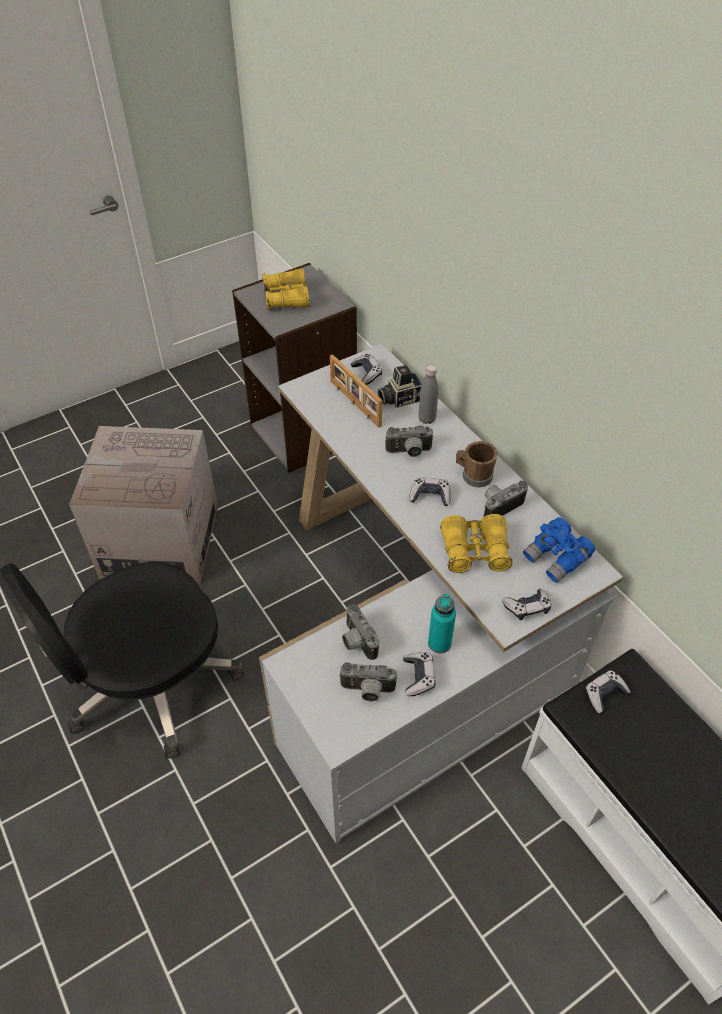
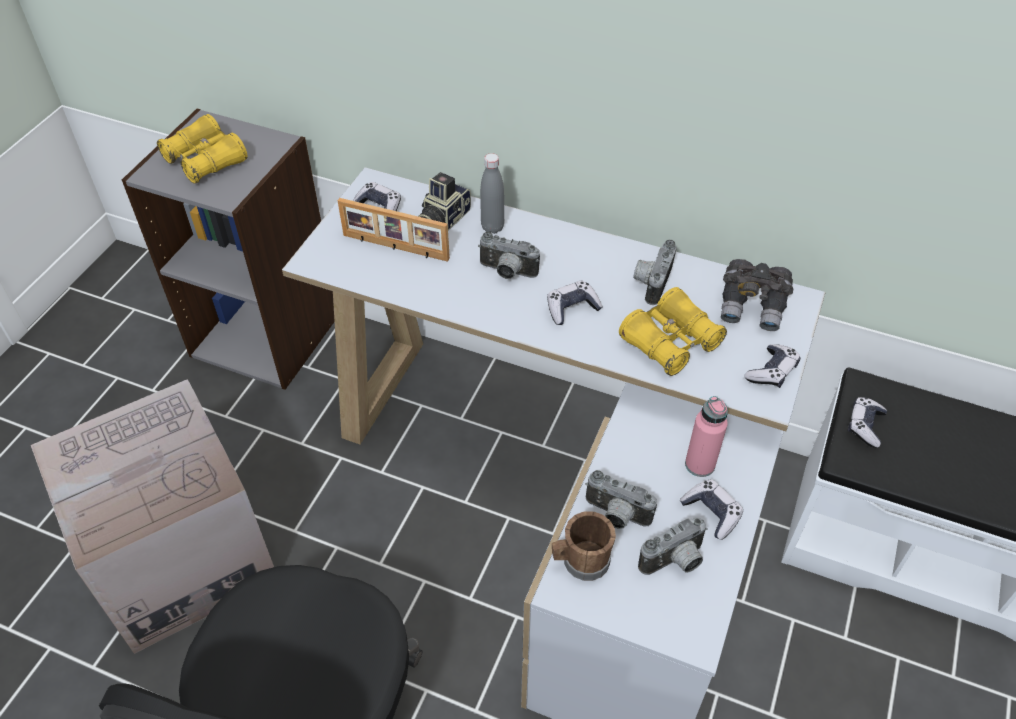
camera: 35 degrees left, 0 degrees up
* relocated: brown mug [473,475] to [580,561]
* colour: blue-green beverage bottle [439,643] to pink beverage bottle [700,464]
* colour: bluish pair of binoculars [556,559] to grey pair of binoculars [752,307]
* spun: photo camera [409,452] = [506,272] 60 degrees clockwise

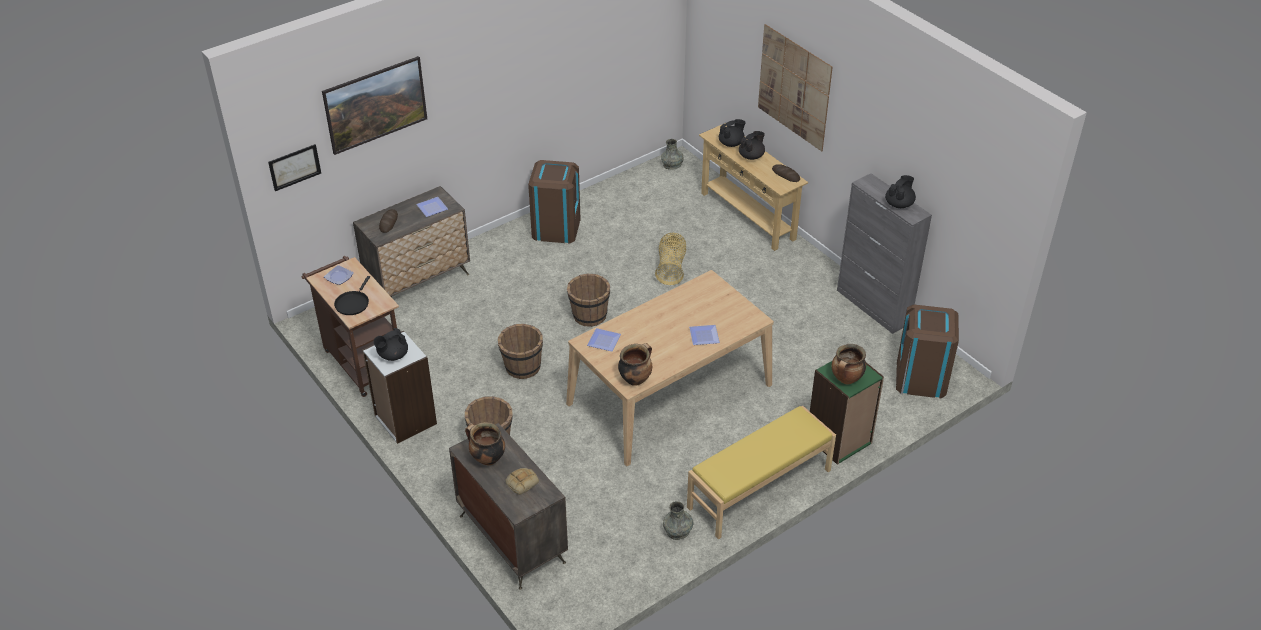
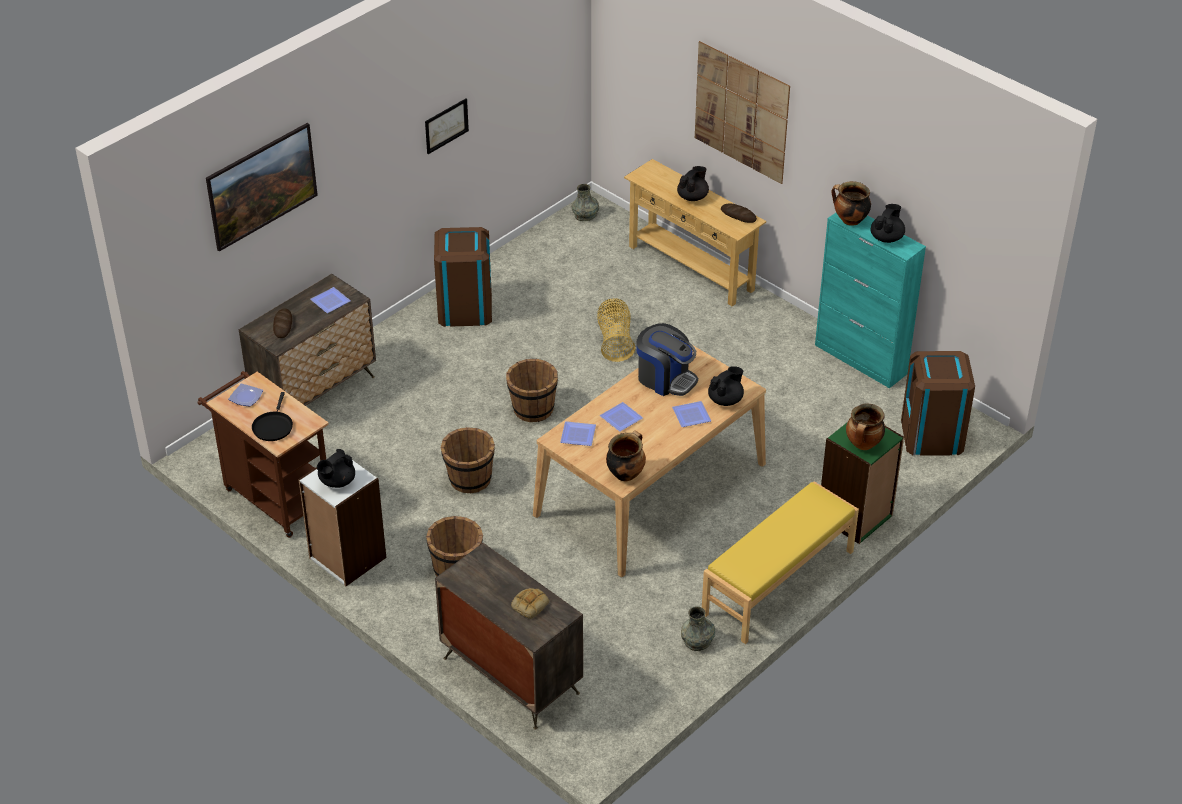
camera: 10 degrees left, 0 degrees up
* appeared: flat dish [619,418]
* appeared: coffee brewer [665,378]
* relocated: wall picture [294,167] to [446,125]
* relocated: cooking pot [487,458] to [849,220]
* relocated: black-coloured pot for tea [731,143] to [726,399]
* colour: grey storage cabinet [873,307] to blue-green storage cabinet [861,359]

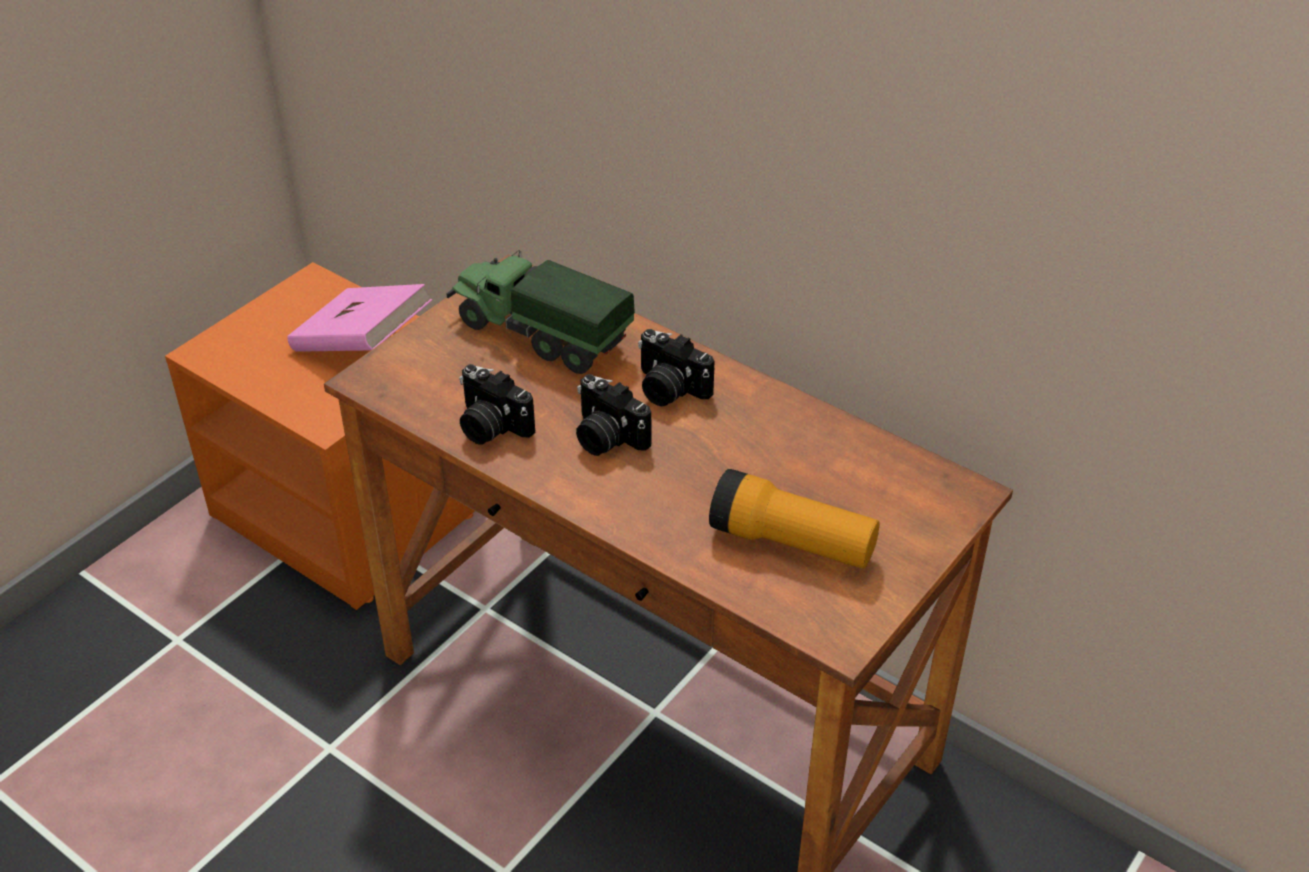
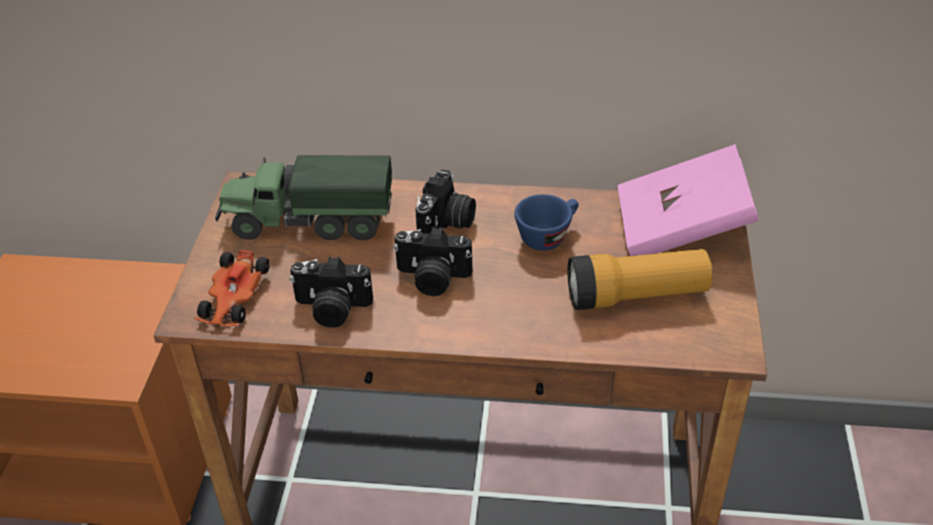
camera: 30 degrees left, 0 degrees up
* appeared: toy car [233,298]
* appeared: bluish drinking cup [548,235]
* relocated: pink book [362,344] to [681,229]
* spun: photo camera [668,389] = [447,223] 75 degrees counterclockwise

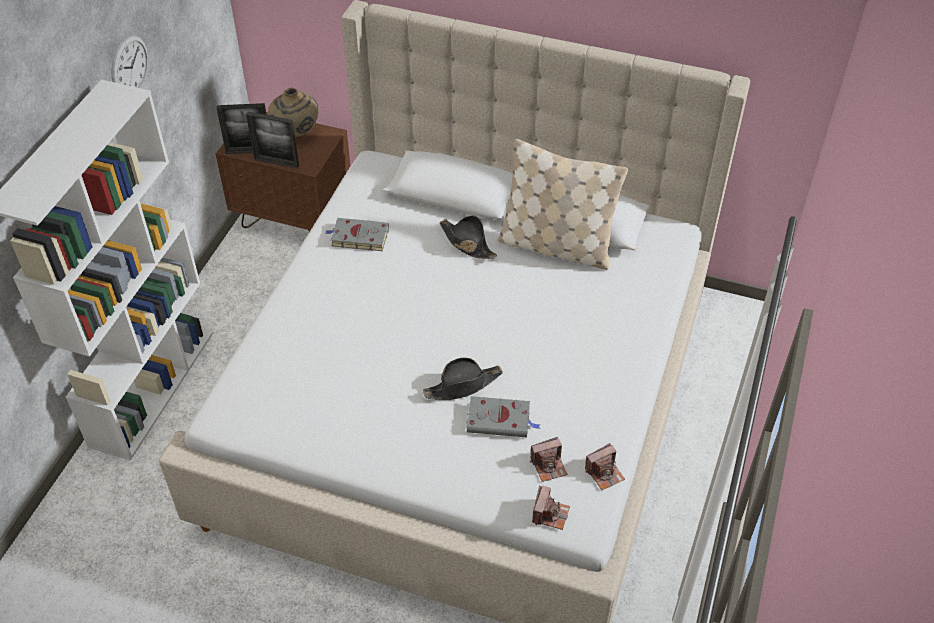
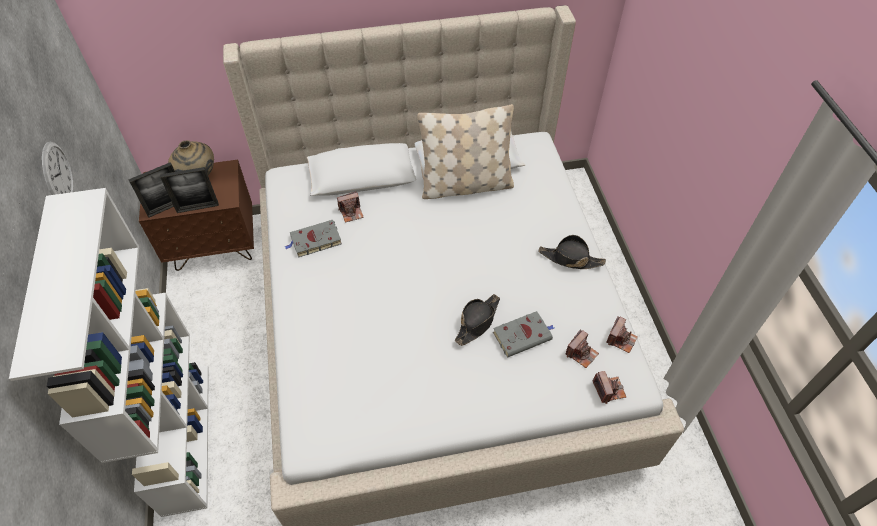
camera: 30 degrees left, 5 degrees up
* appeared: photo camera [351,212]
* relocated: black-coloured hat [467,243] to [570,259]

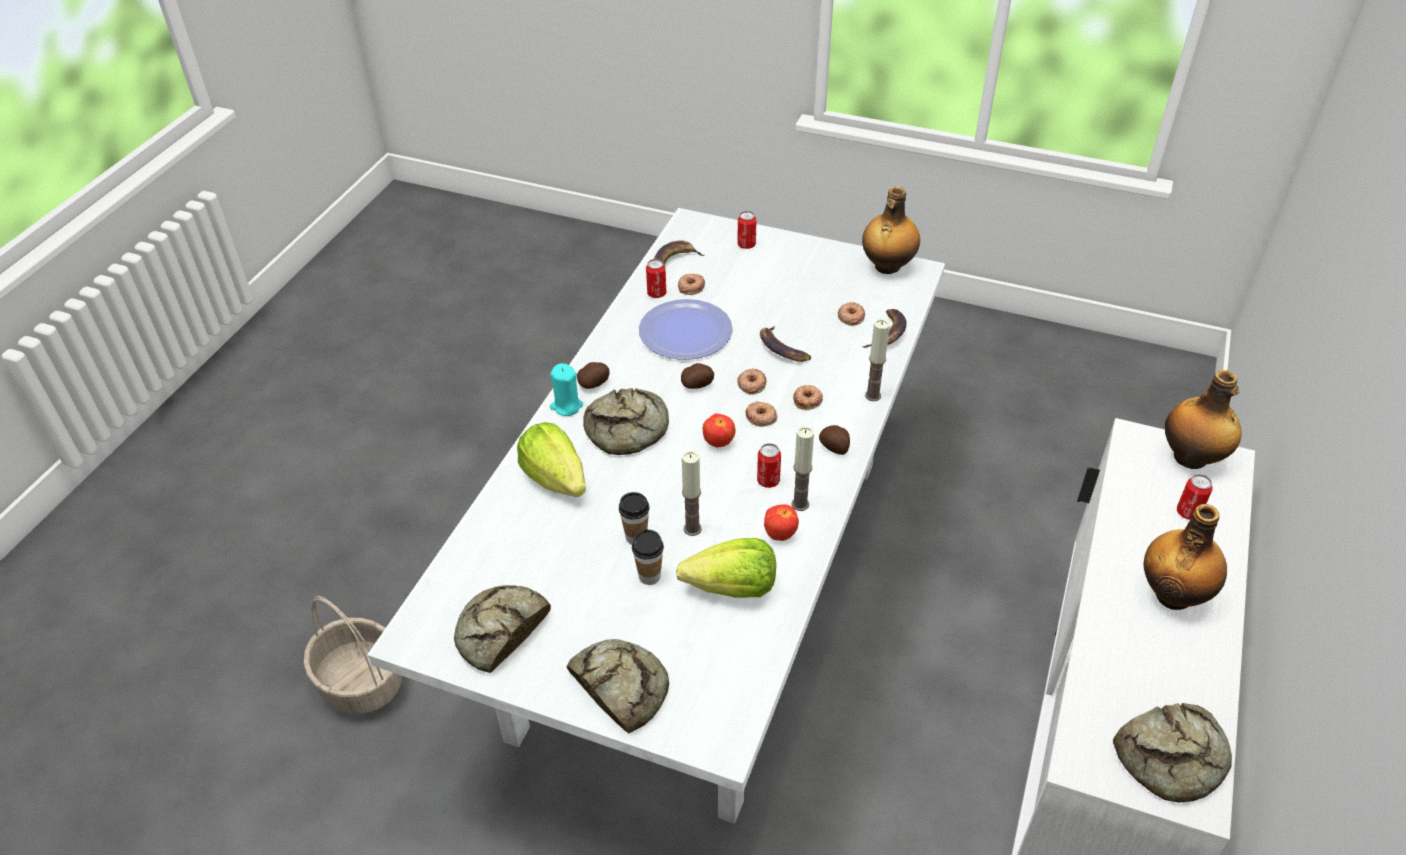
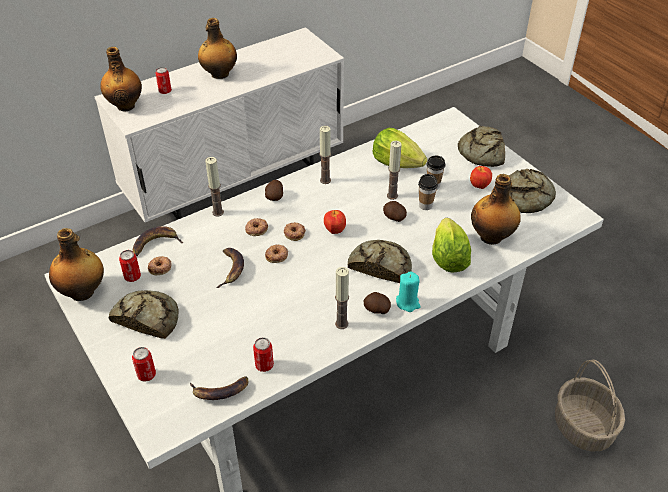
camera: 145 degrees left, 0 degrees up
* missing: flat dish [685,332]
* missing: doughnut [691,286]
* appeared: candle [341,324]
* appeared: beverage bottle [492,237]
* relocated: whole potato [697,385] to [393,218]
* relocated: sealed can [768,481] to [132,277]
* relocated: apple [780,534] to [479,186]
* relocated: baked bread [1174,758] to [147,318]

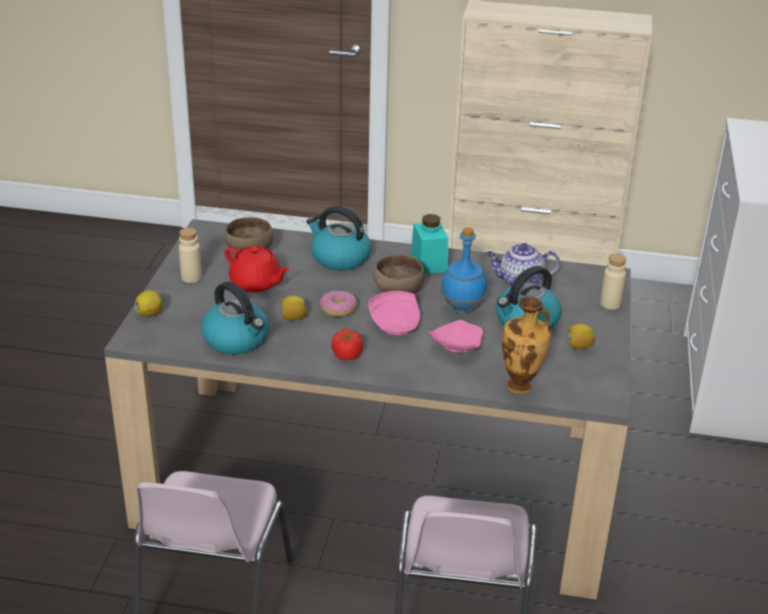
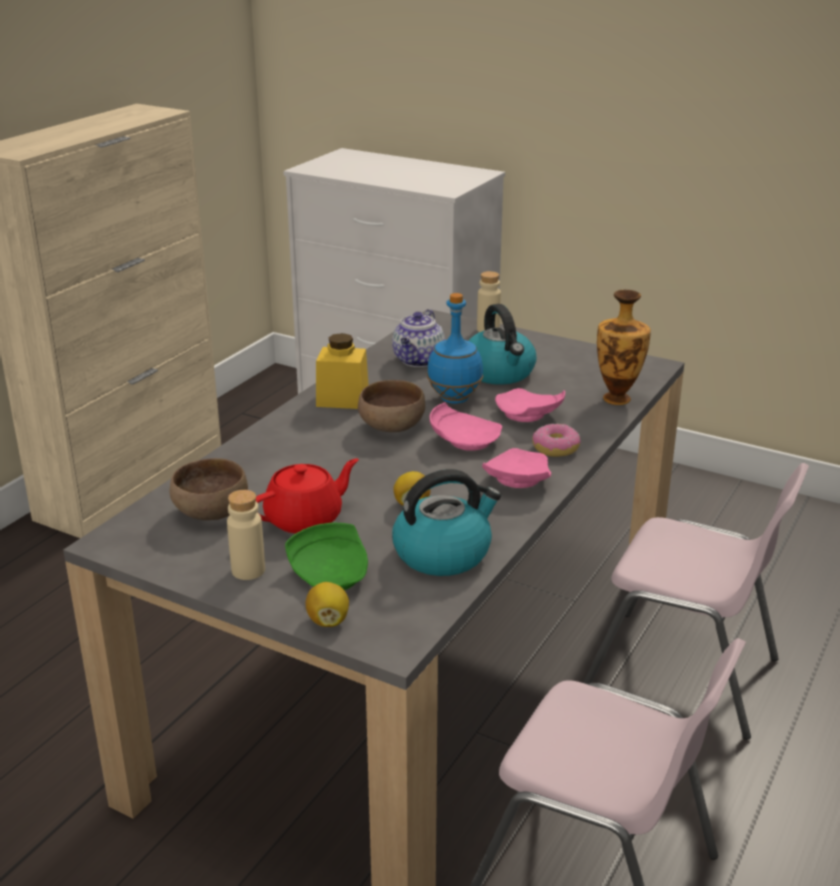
camera: 70 degrees left, 5 degrees down
* missing: kettle [339,258]
* missing: whole lemon [578,346]
* appeared: green-coloured flat dish [331,574]
* relocated: doughnut [338,309] to [555,448]
* exchanged: fresh tomato [347,355] to pink flat dish [516,481]
* colour: blue-green storage jar [429,263] to yellowish storage jar [342,399]

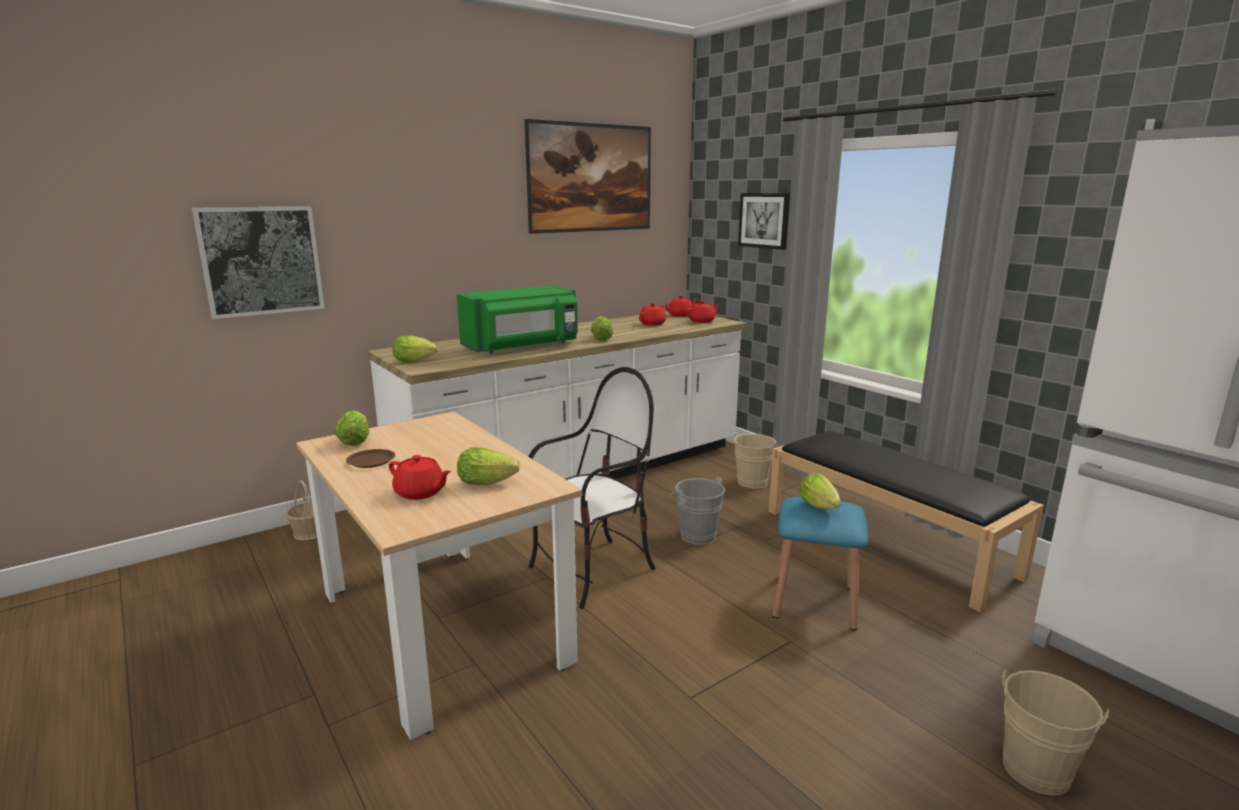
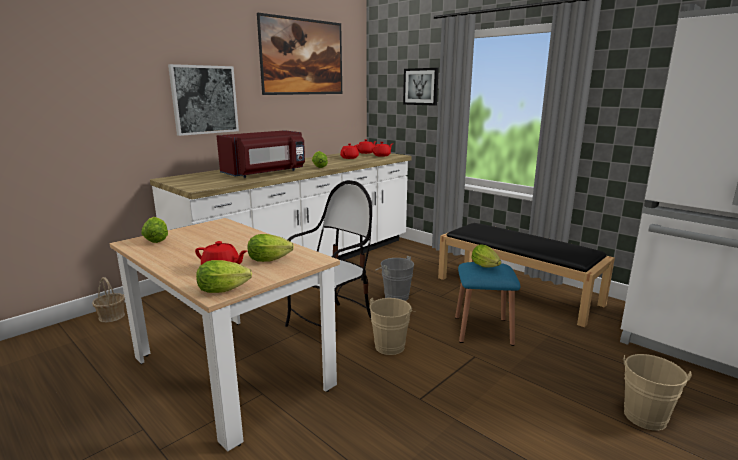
camera: 10 degrees left, 0 degrees up
* missing: brown flat dish [371,461]
* relocated: wall picture [261,260] to [204,100]
* relocated: head of lettuce [416,361] to [226,290]
* relocated: beige-coloured water bucket [754,481] to [391,345]
* colour: green-coloured kitchen microwave [522,347] to red kitchen microwave [266,173]

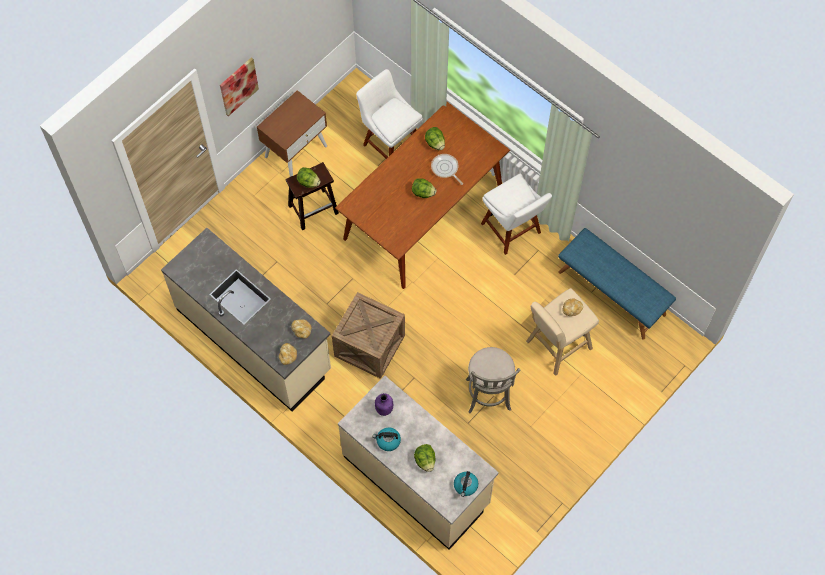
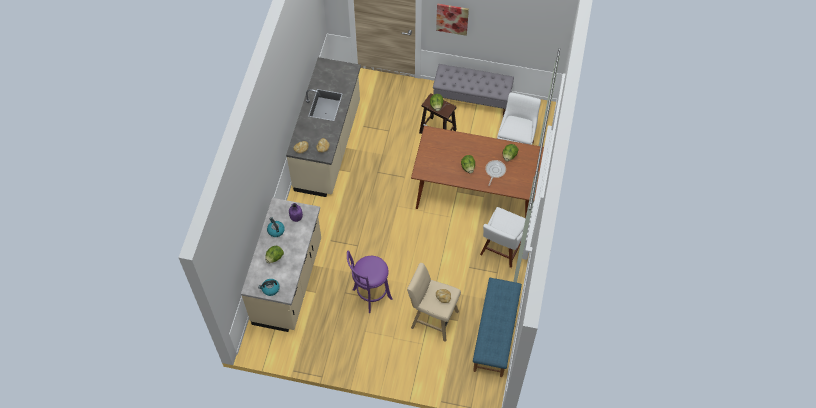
camera: 60 degrees right, 5 degrees down
* missing: crate [369,345]
* exchanged: brown bedside table [296,151] to grey bench [472,101]
* colour: grey sitting stool [488,397] to purplish sitting stool [370,295]

